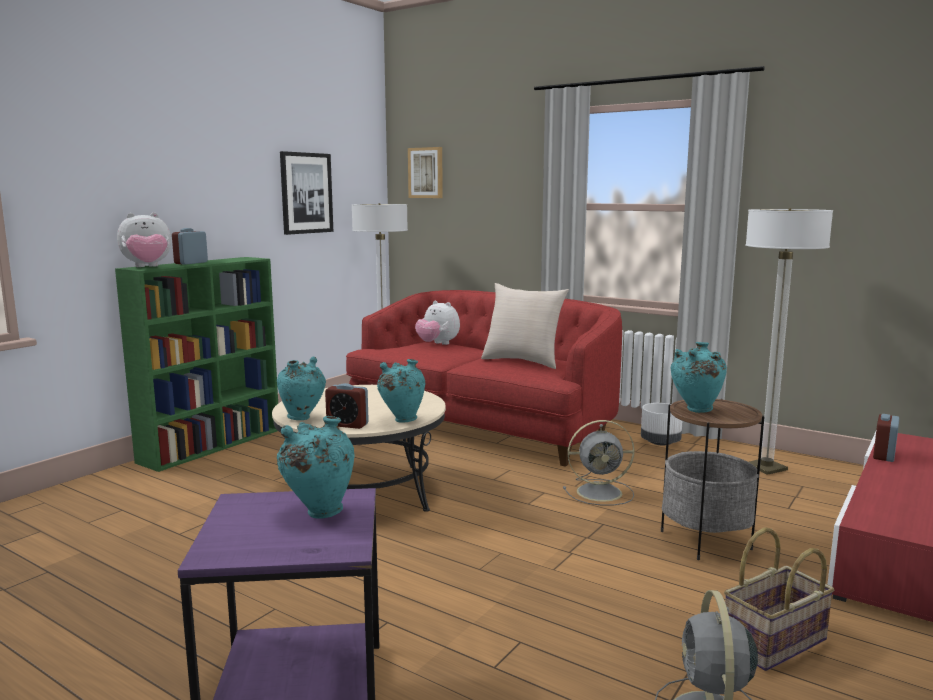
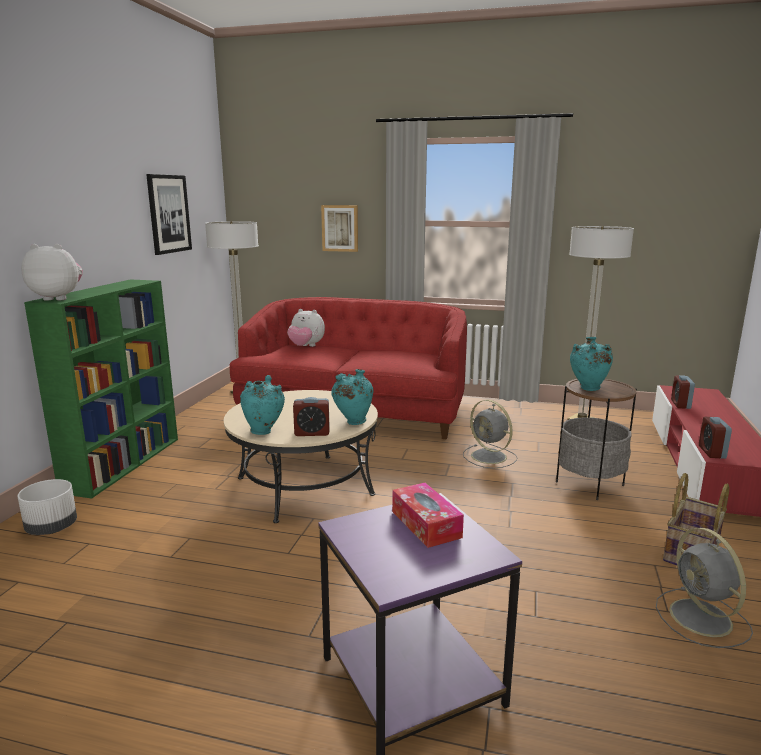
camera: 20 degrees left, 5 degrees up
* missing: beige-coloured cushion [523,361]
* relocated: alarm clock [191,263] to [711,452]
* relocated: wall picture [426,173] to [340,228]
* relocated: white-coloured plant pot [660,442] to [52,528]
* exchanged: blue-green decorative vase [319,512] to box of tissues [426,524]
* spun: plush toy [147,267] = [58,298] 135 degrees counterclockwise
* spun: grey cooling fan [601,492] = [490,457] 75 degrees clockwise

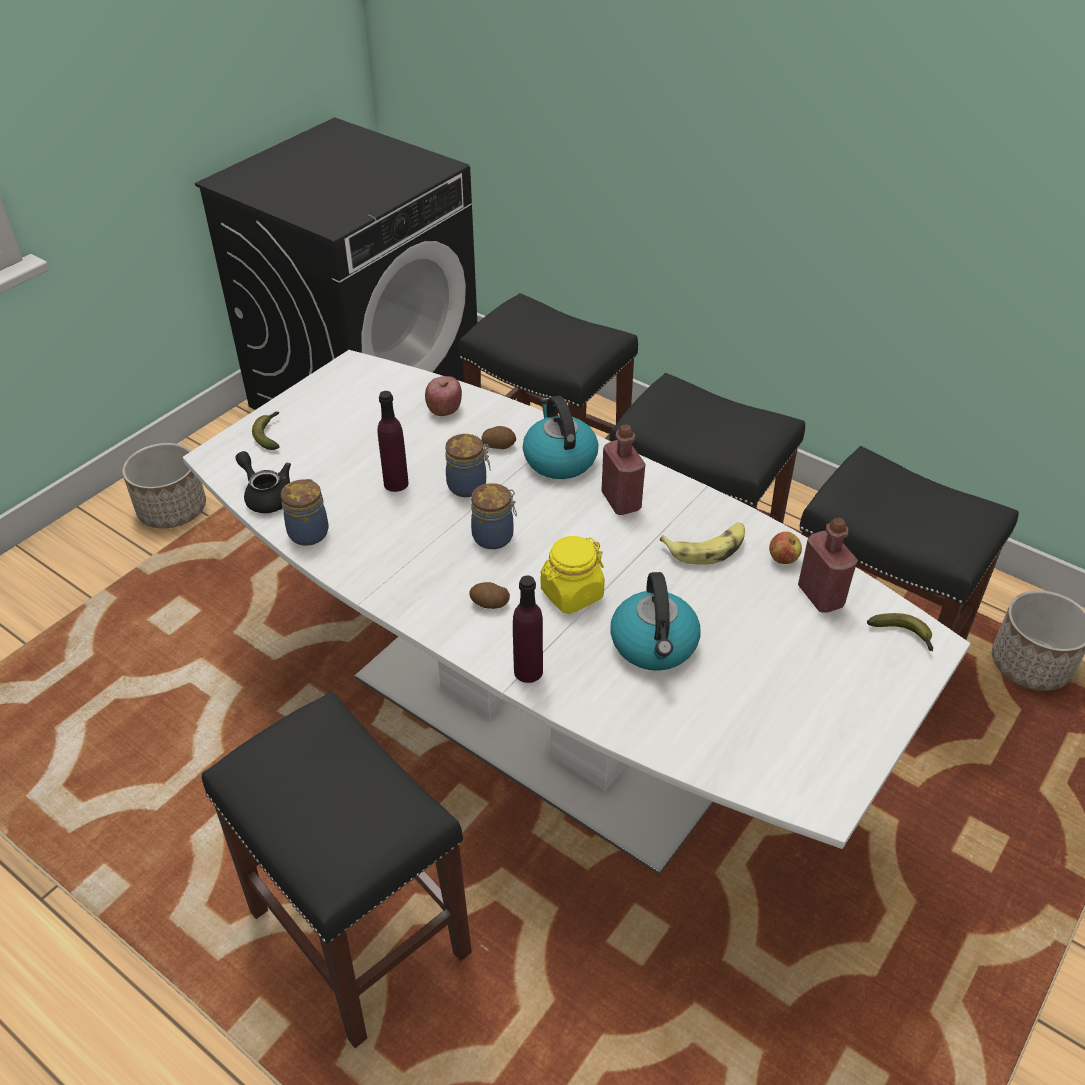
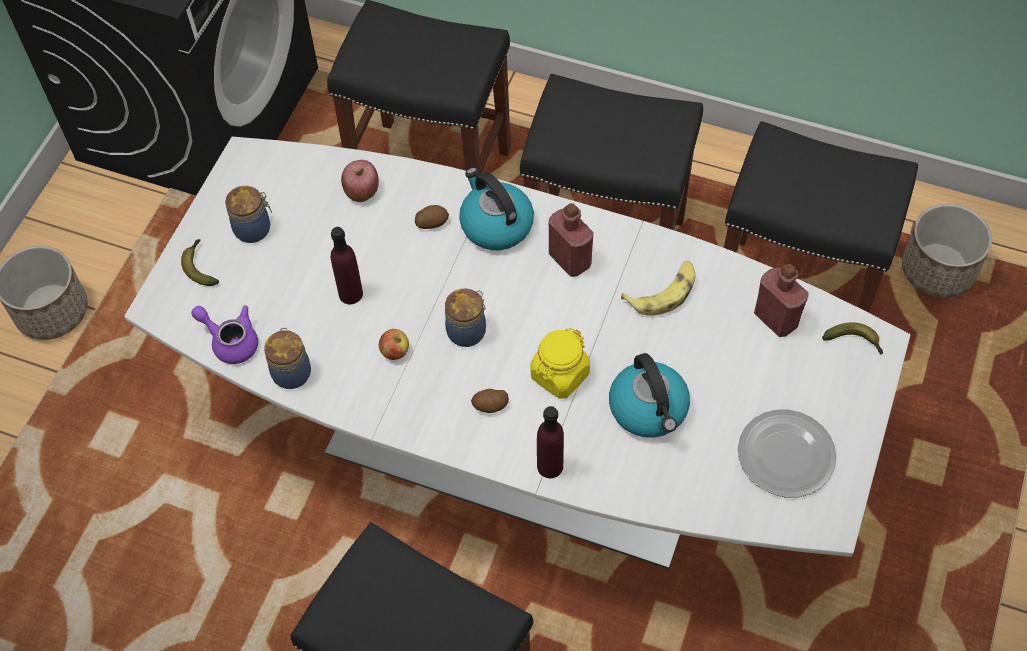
camera: 15 degrees left, 15 degrees up
* appeared: flat dish [784,455]
* relocated: storage jar [469,486] to [254,229]
* relocated: apple [783,559] to [395,351]
* colour: black-coloured pot for tea [266,496] to purplish pot for tea [231,341]

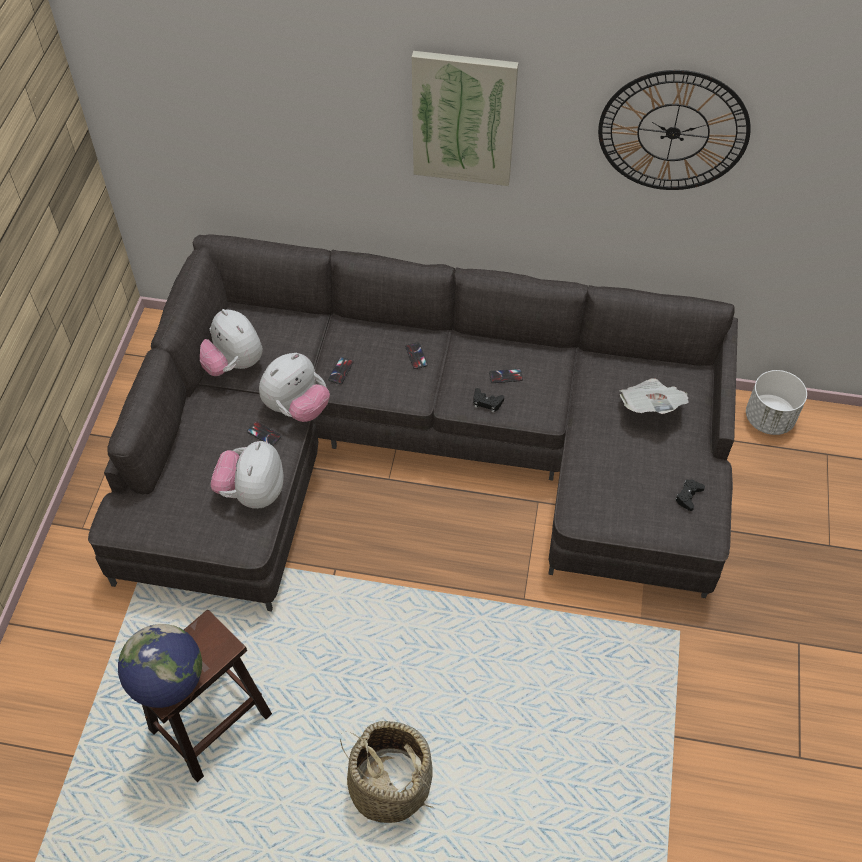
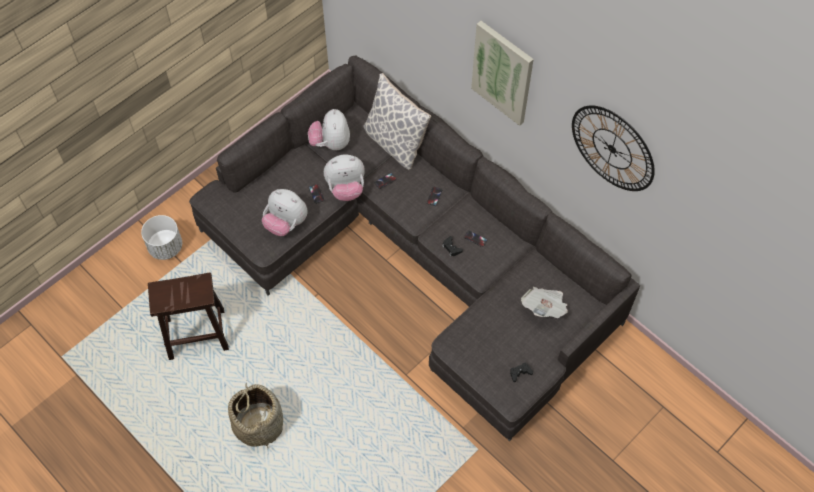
camera: 35 degrees right, 5 degrees up
* missing: world globe [168,682]
* appeared: cushion [395,142]
* relocated: white-coloured plant pot [769,418] to [166,247]
* spun: plush toy [252,492] = [286,223] 105 degrees counterclockwise

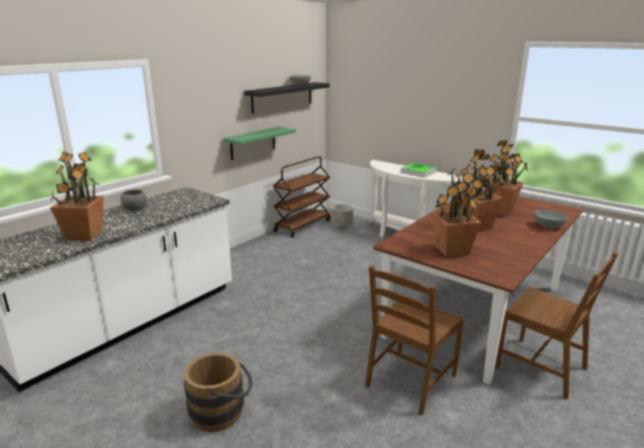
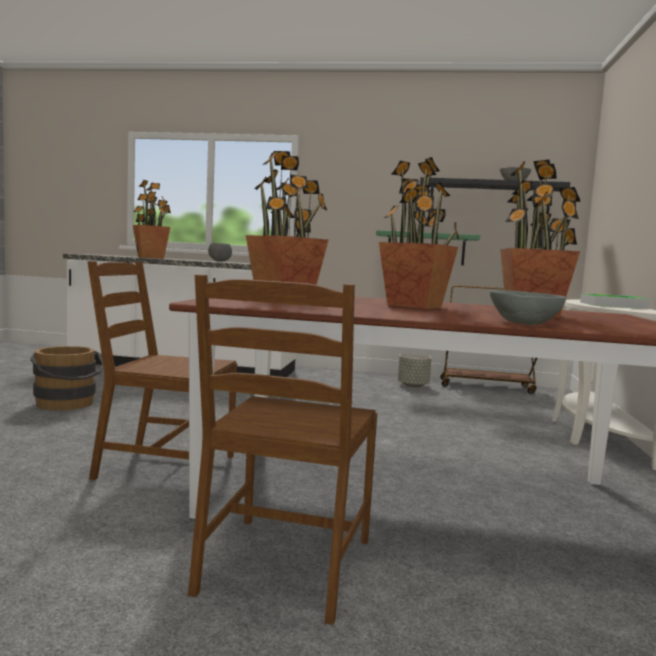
camera: 60 degrees right, 15 degrees down
* relocated: grey plant pot [342,226] to [413,385]

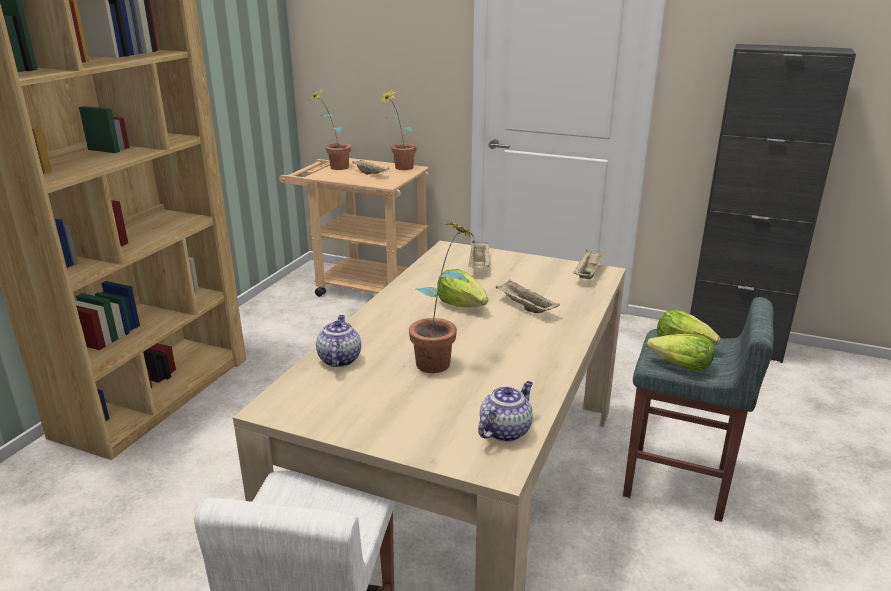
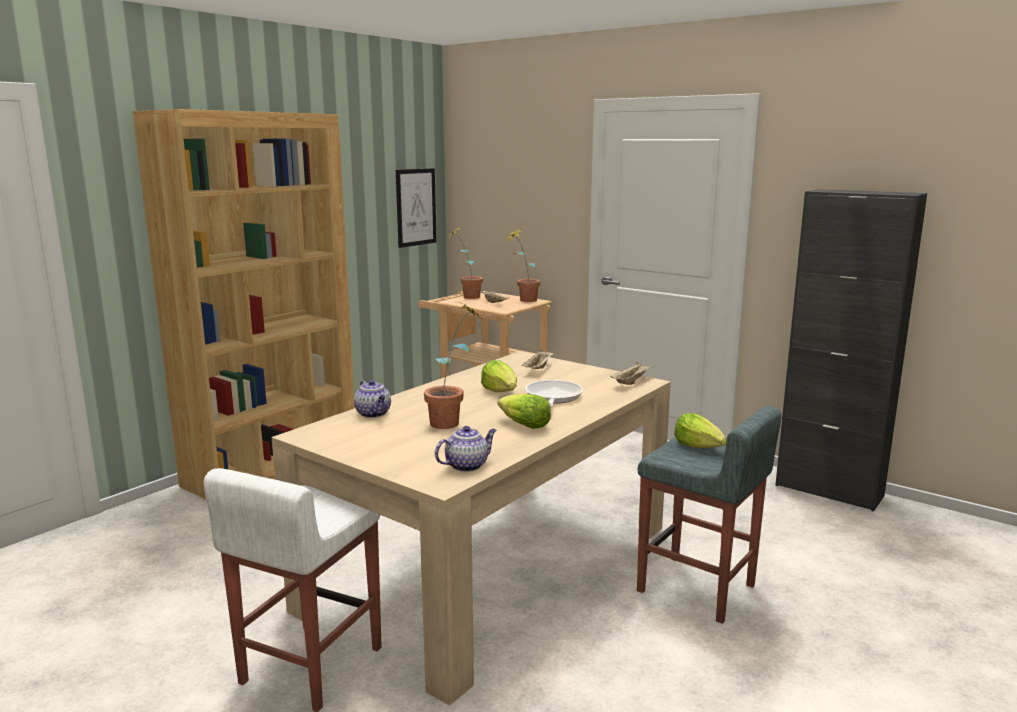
camera: 15 degrees right, 10 degrees down
* appeared: wall picture [416,207]
* relocated: head of lettuce [680,366] to [523,425]
* exchanged: beige-coloured carrying tray [524,307] to frying pan [552,398]
* spun: pot for tea [339,359] = [374,414] 135 degrees clockwise

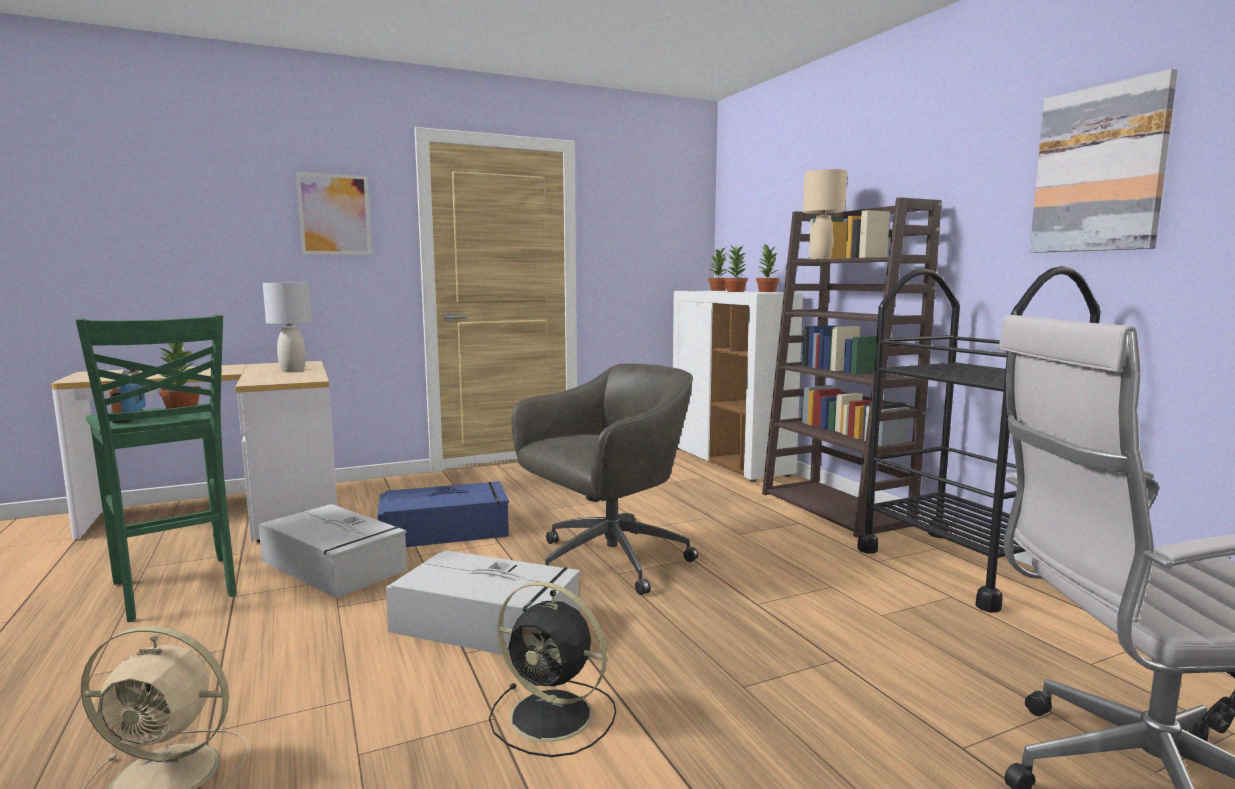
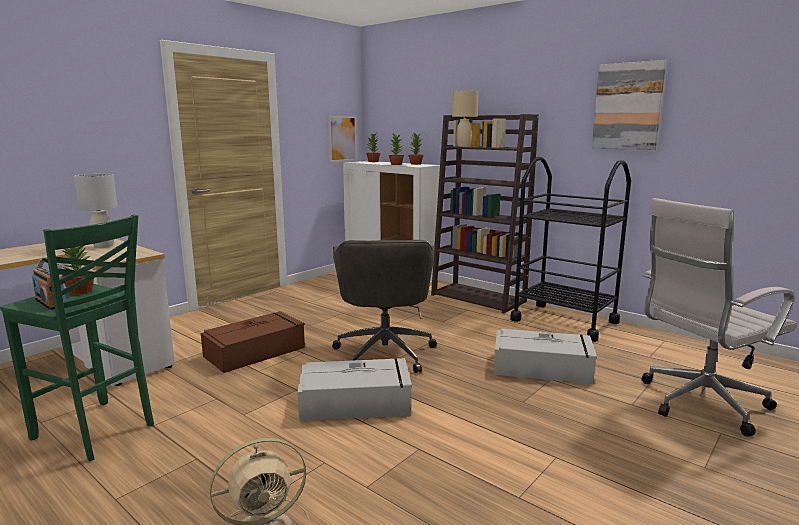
camera: 25 degrees left, 5 degrees up
* missing: black-coloured cooling fan [555,716]
* relocated: grey storage bin [334,566] to [543,367]
* relocated: wall picture [334,214] to [342,138]
* colour: bluish storage bin [446,530] to brown storage bin [256,351]
* spun: grey desk chair [606,562] = [385,352] 150 degrees clockwise

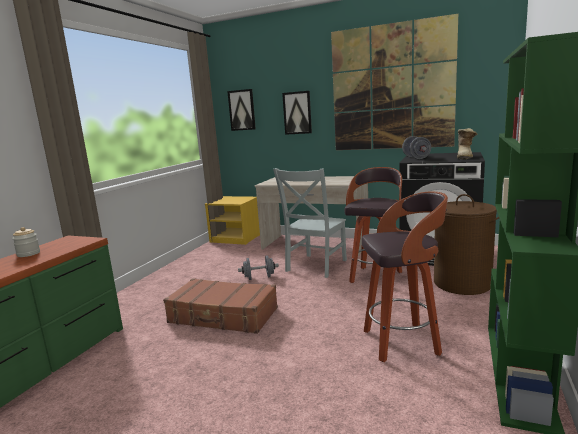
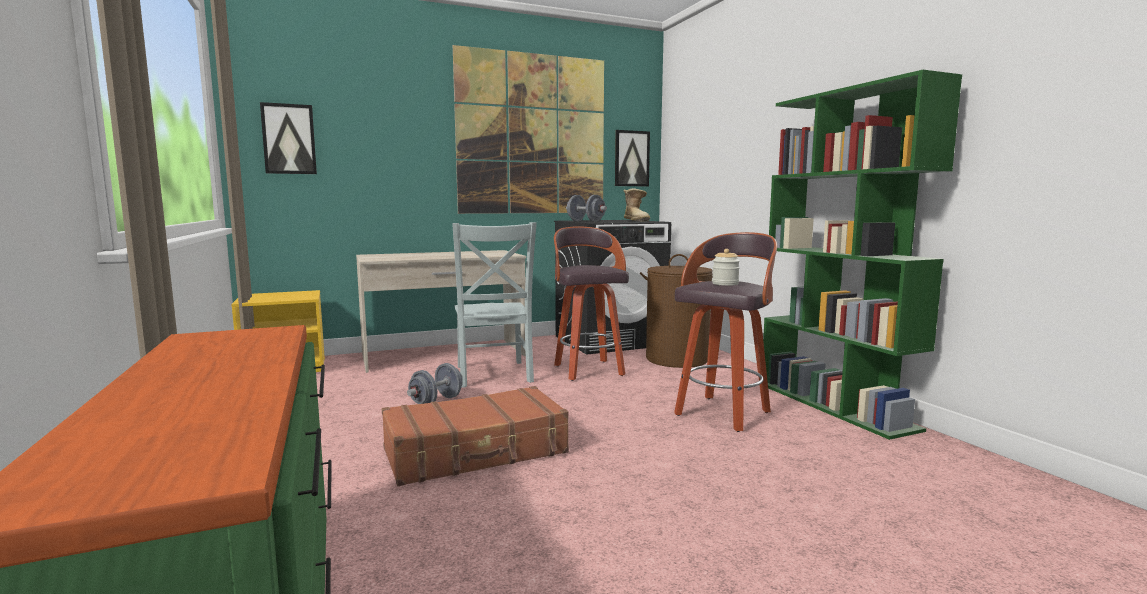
camera: 45 degrees left, 5 degrees down
* relocated: storage jar [28,254] to [725,284]
* relocated: wall picture [297,113] to [631,158]

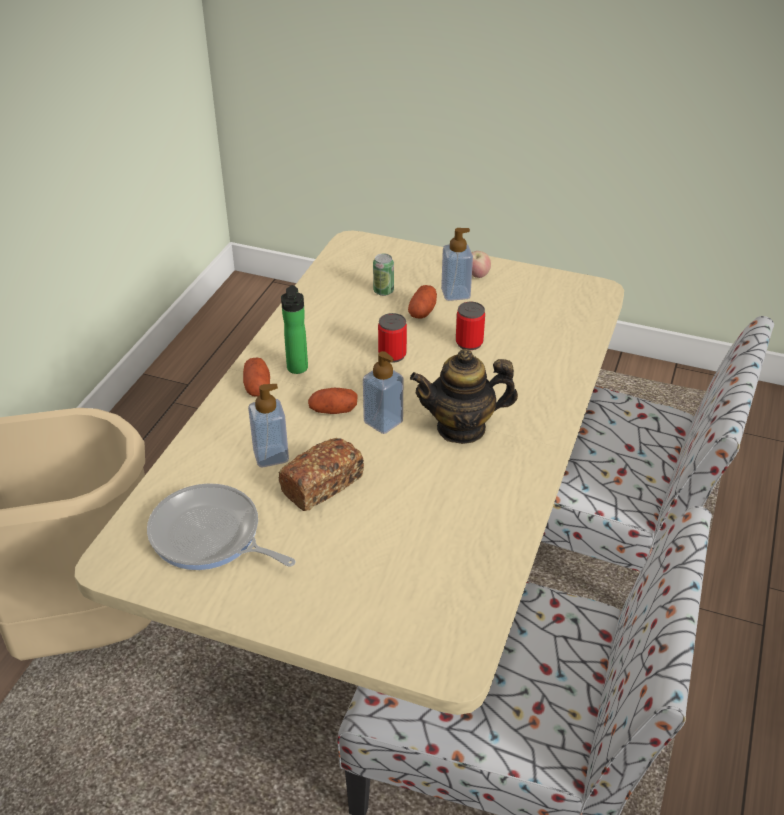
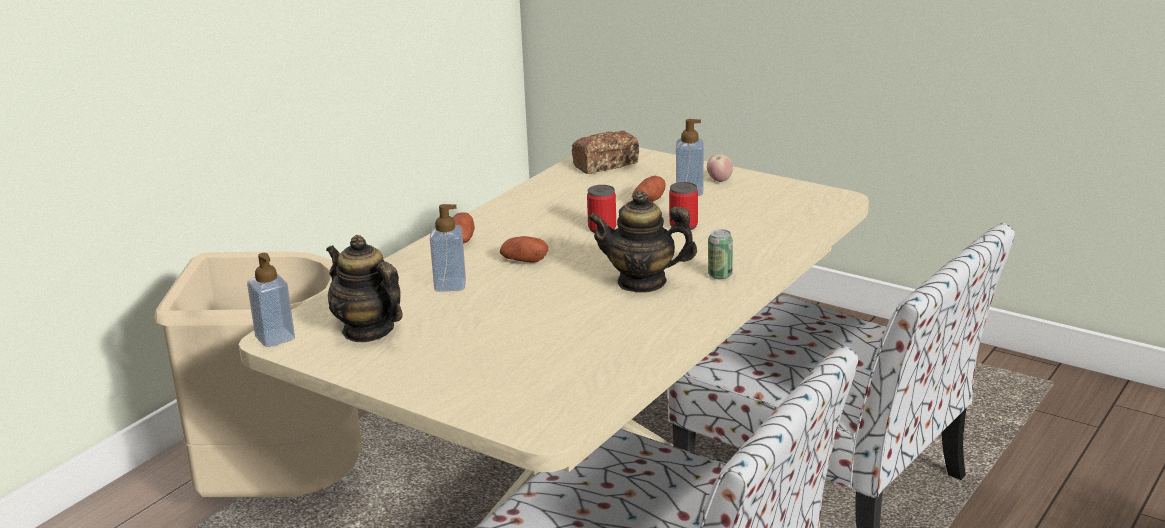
camera: 15 degrees right, 15 degrees down
* missing: beverage bottle [297,370]
* relocated: baked bread [322,485] to [605,164]
* relocated: liquid soap bottle [383,422] to [275,338]
* relocated: sealed can [383,291] to [720,275]
* exchanged: frying pan [210,536] to pot for tea [368,330]

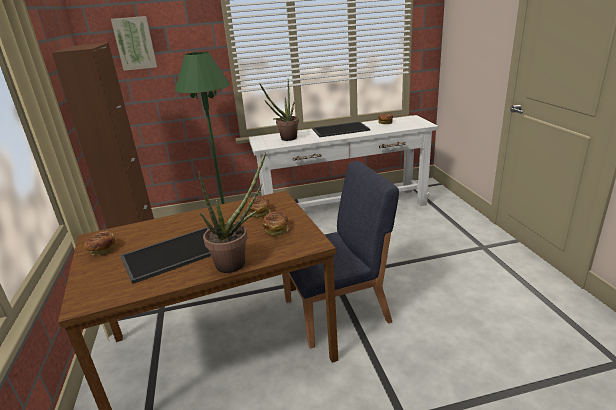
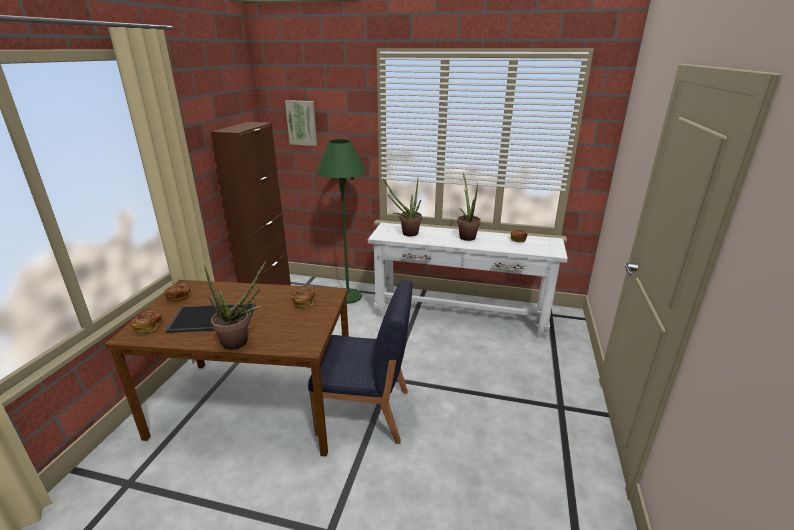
camera: 25 degrees right, 0 degrees up
* relocated: baked bread [276,229] to [149,327]
* exchanged: carrying tray [340,129] to houseplant [466,236]

